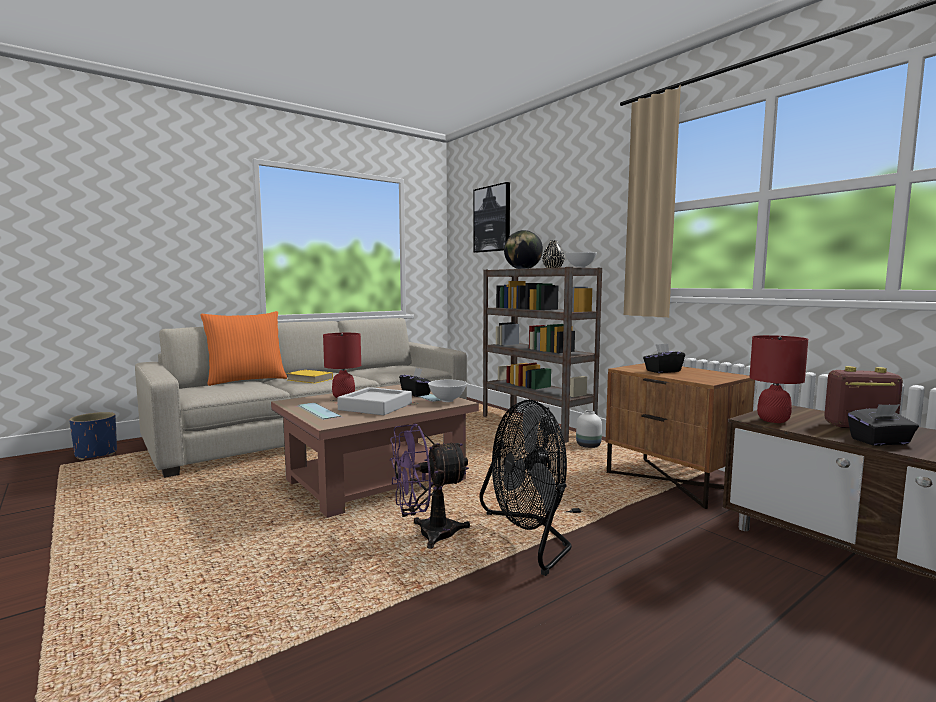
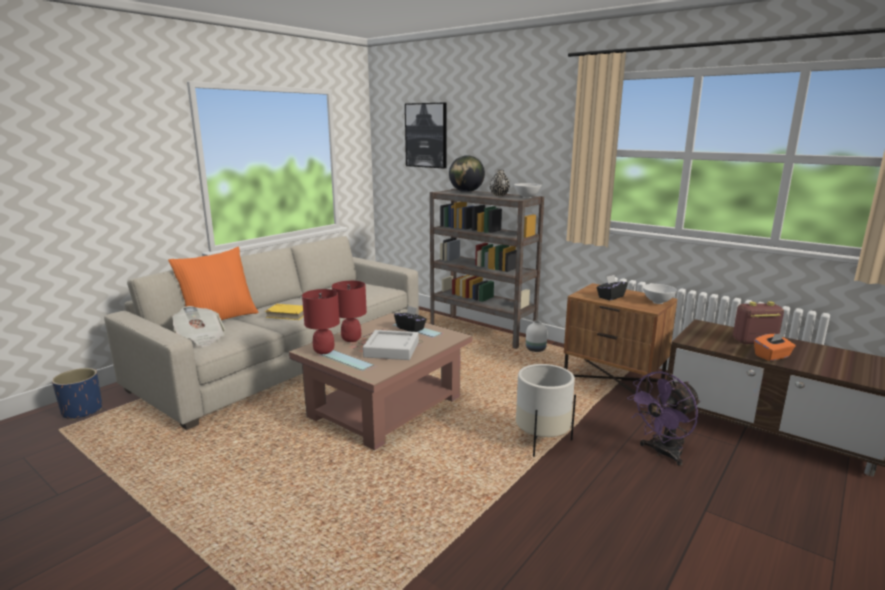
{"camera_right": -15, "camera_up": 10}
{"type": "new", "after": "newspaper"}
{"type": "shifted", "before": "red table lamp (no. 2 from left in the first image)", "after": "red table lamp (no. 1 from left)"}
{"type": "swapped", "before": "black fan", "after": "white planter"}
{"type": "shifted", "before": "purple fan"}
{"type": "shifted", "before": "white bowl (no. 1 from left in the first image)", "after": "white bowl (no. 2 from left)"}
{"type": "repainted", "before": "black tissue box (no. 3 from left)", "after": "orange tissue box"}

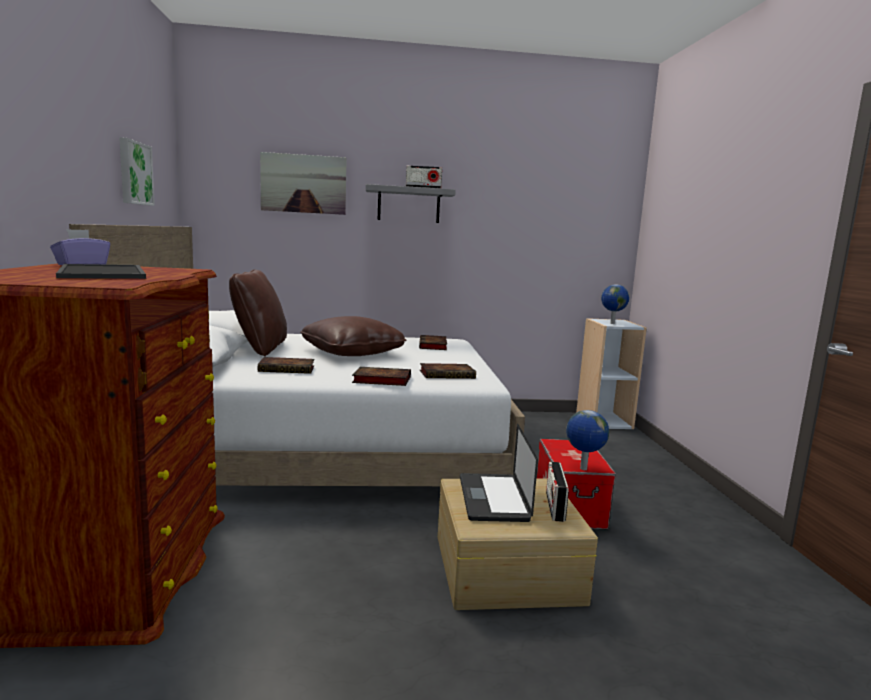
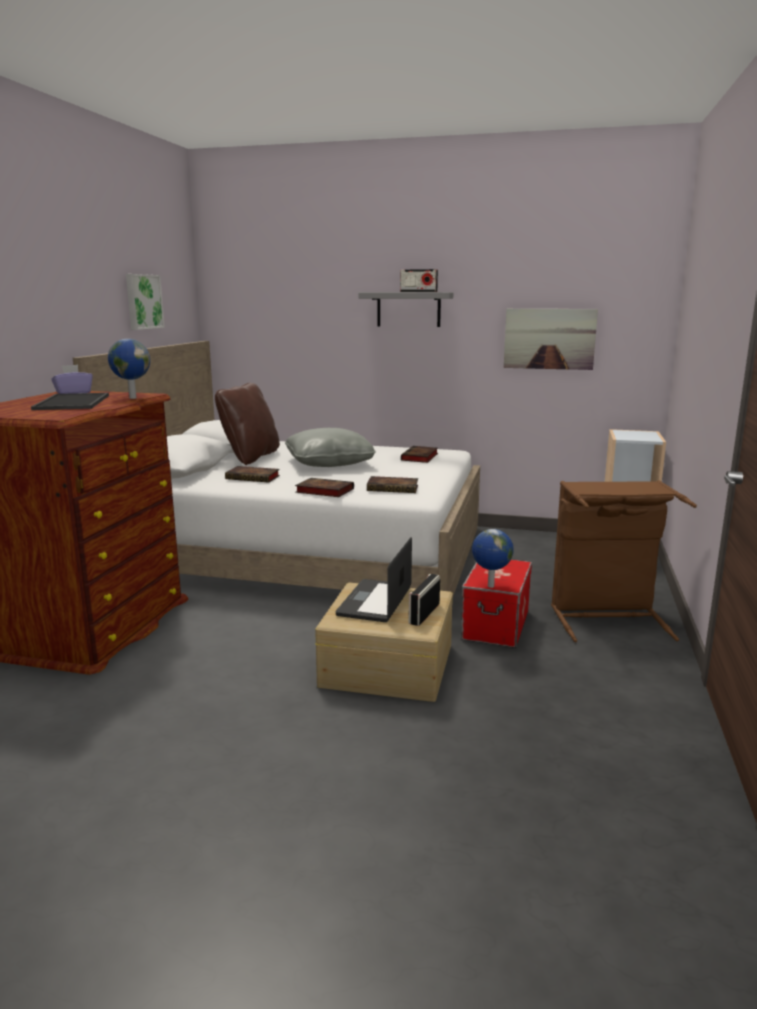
{"camera_right": 20, "camera_up": 5}
{"type": "shifted", "before": "globe (no. 2 from left in the first image)", "after": "globe (no. 1 from left)"}
{"type": "repainted", "before": "brown pillow (no. 2 from left)", "after": "grey pillow"}
{"type": "shifted", "before": "picture (no. 2 from left)"}
{"type": "new", "after": "brown laundry basket"}

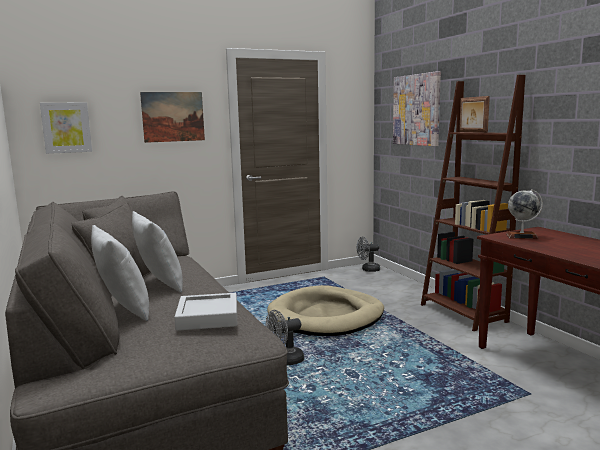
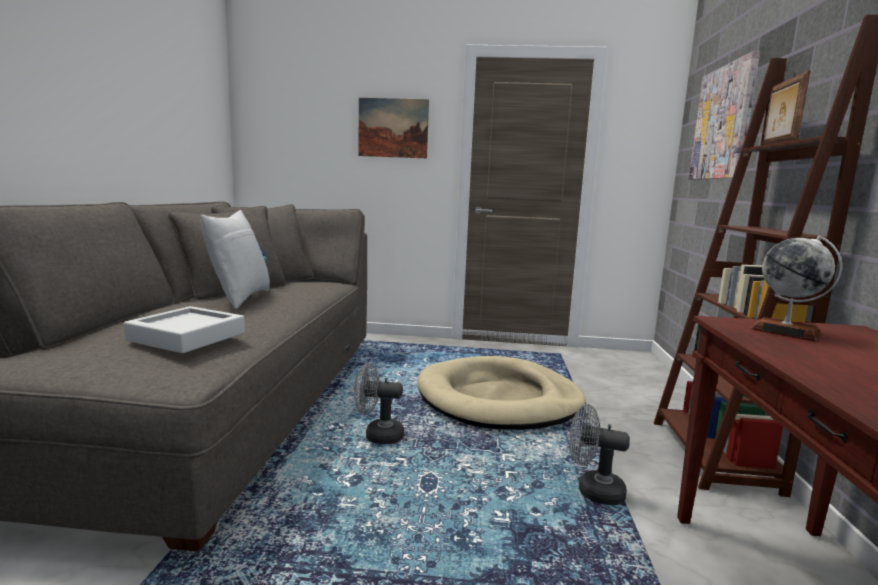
{"camera_right": 30, "camera_up": 0}
{"type": "shifted", "before": "grey fan (no. 2 from left)"}
{"type": "gone", "before": "picture (no. 1 from left)"}
{"type": "gone", "before": "grey pillow (no. 1 from left)"}

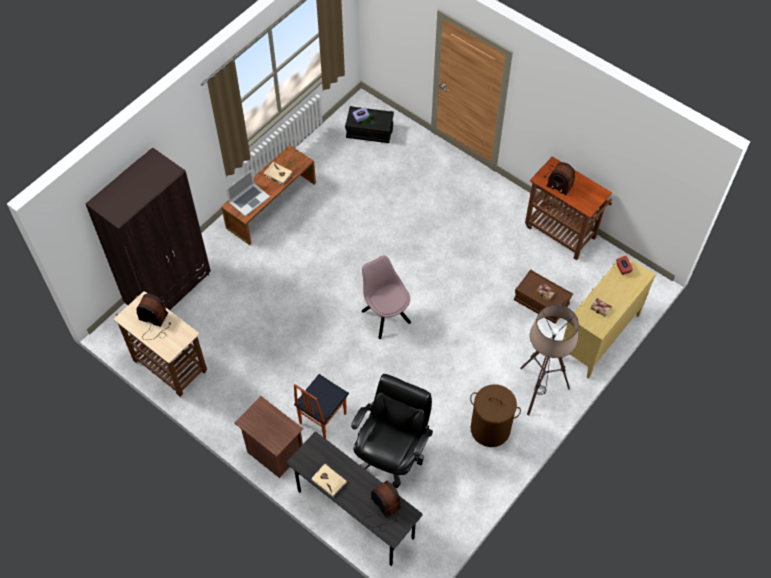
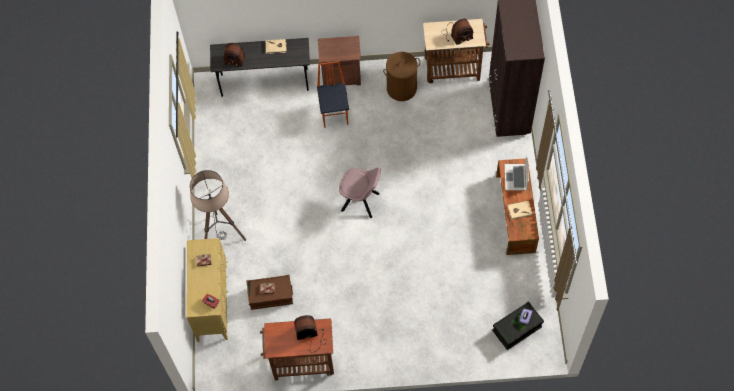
{"camera_right": 140, "camera_up": 5}
{"type": "shifted", "before": "brown laundry basket"}
{"type": "gone", "before": "black office chair"}

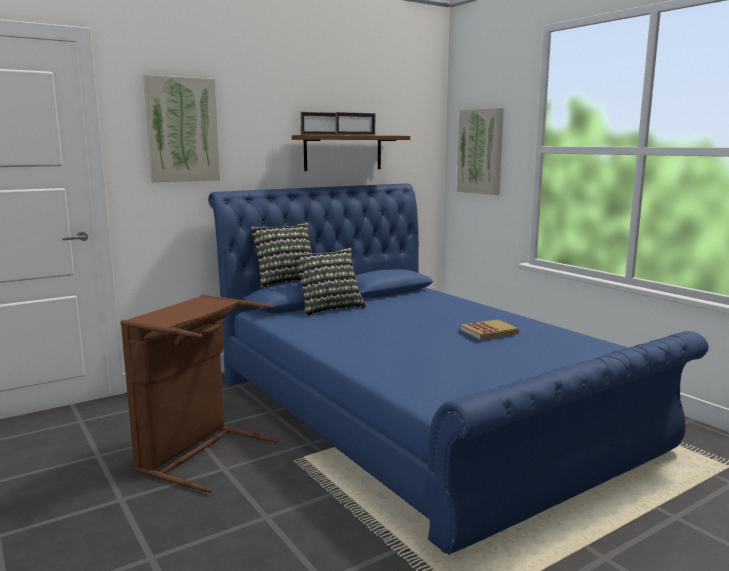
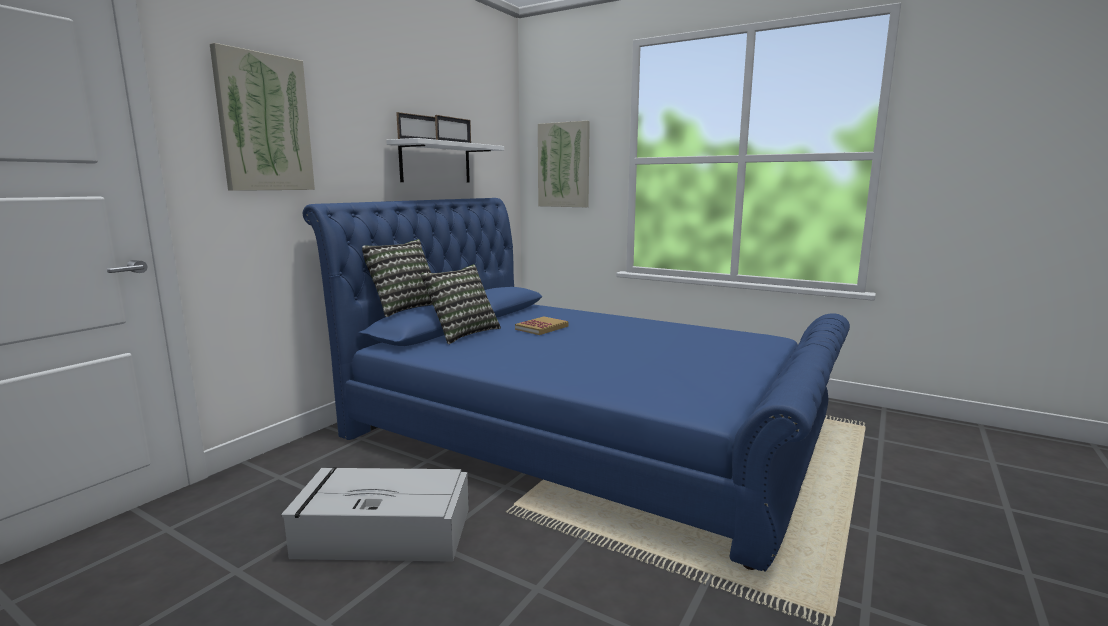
{"camera_right": -25, "camera_up": 0}
{"type": "swapped", "before": "brown laundry basket", "after": "grey storage box"}
{"type": "repainted", "before": "brown shelf", "after": "white shelf"}
{"type": "shifted", "before": "book"}

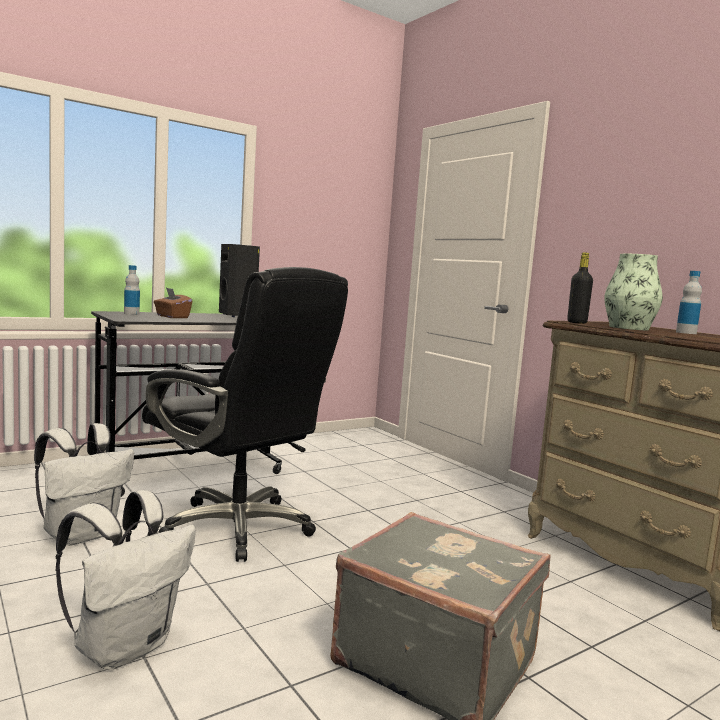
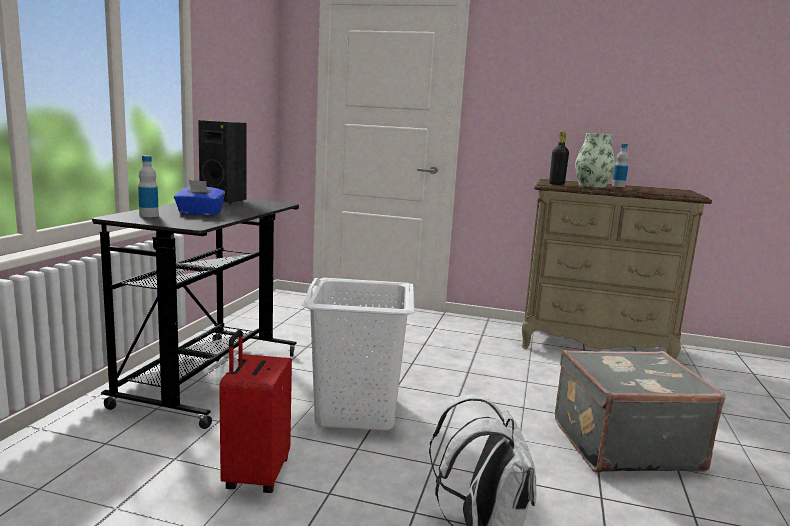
{"camera_right": -40, "camera_up": 5}
{"type": "repainted", "before": "brown tissue box", "after": "blue tissue box"}
{"type": "swapped", "before": "white backpack (no. 1 from left)", "after": "red suitcase"}
{"type": "swapped", "before": "black office chair", "after": "white laundry basket"}

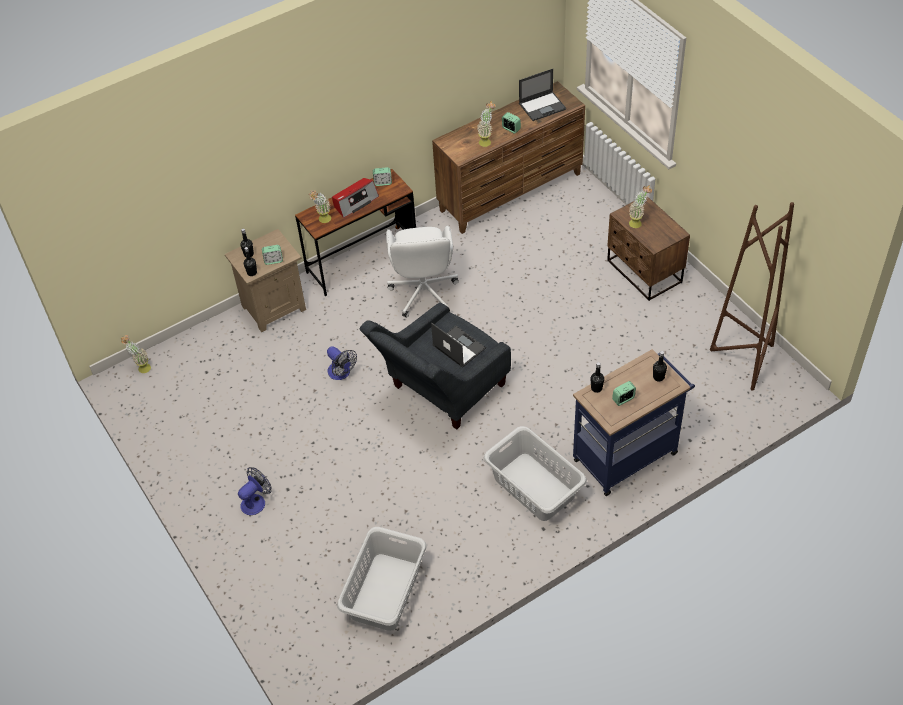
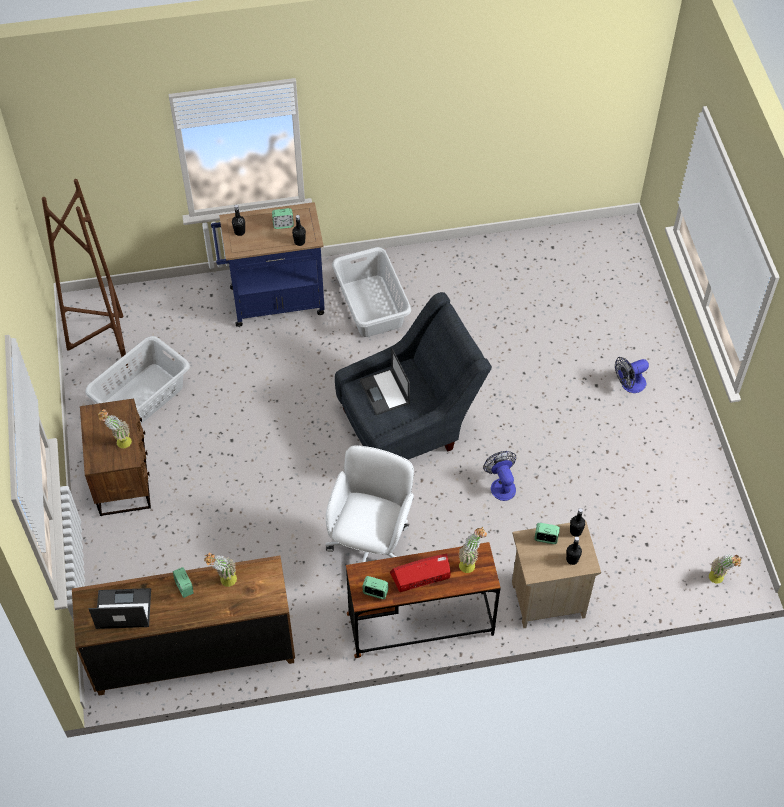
{"camera_right": -160, "camera_up": 5}
{"type": "shifted", "before": "grey laundry basket (no. 1 from left)"}

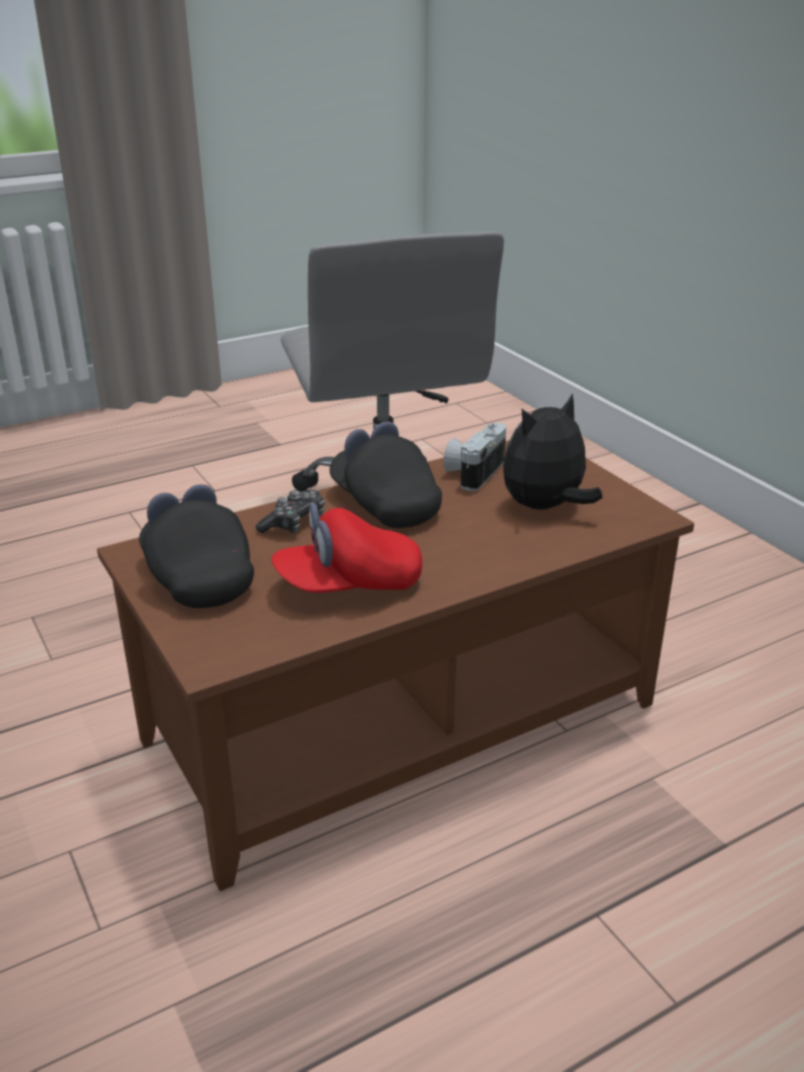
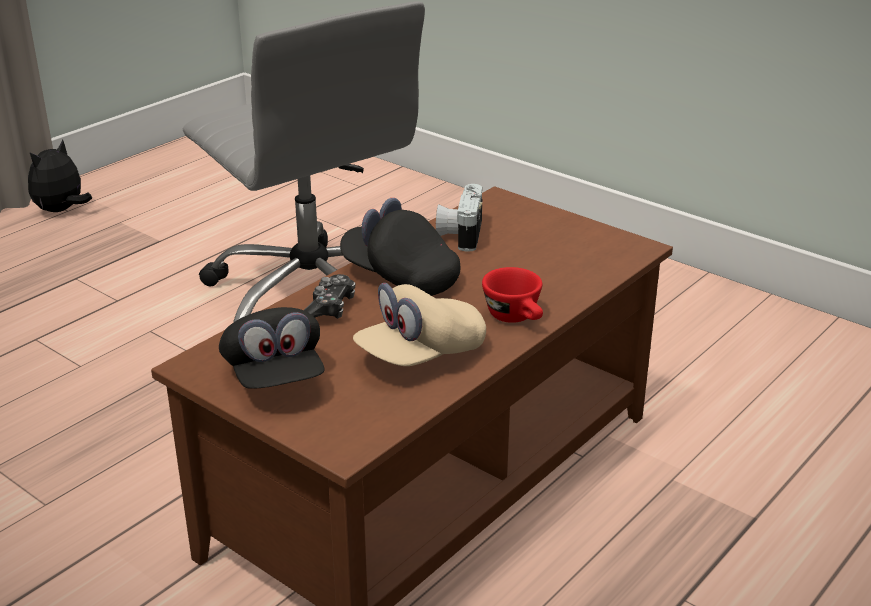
{"camera_right": -20, "camera_up": 0}
{"type": "shifted", "before": "plush toy"}
{"type": "rotated", "before": "black cap (no. 1 from left)", "turn": -150}
{"type": "repainted", "before": "red cap", "after": "beige cap"}
{"type": "new", "after": "red cup"}

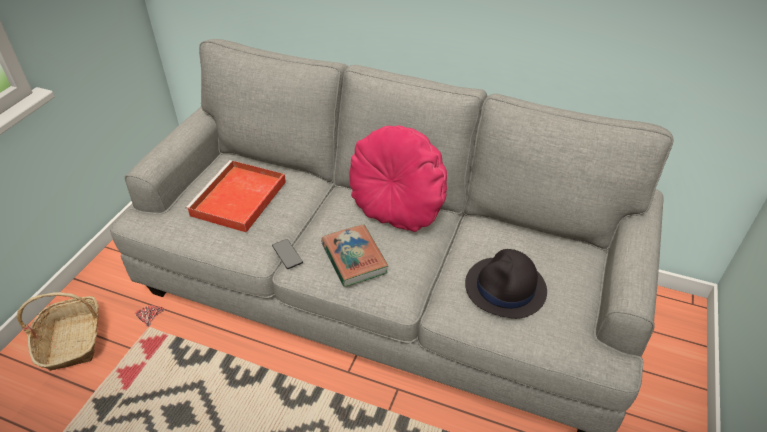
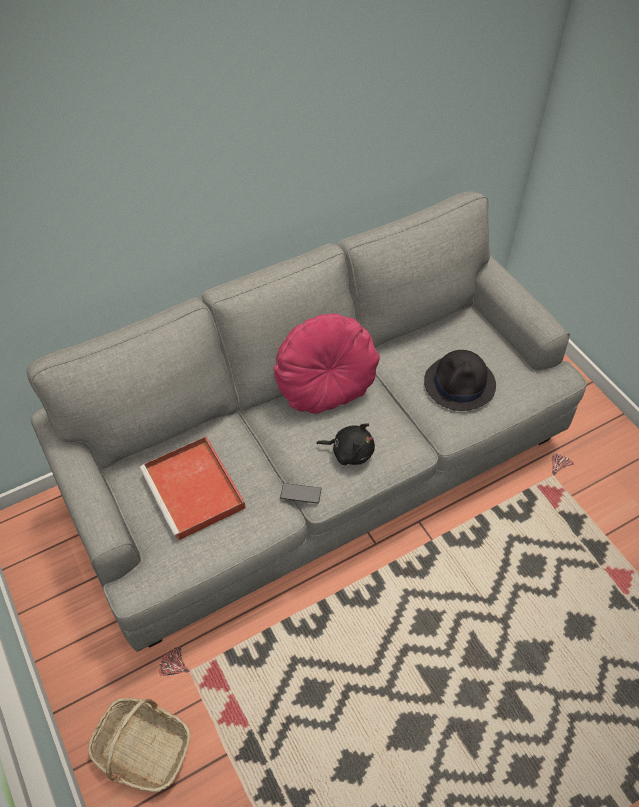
{"camera_right": -50, "camera_up": 10}
{"type": "swapped", "before": "book", "after": "black plush toy"}

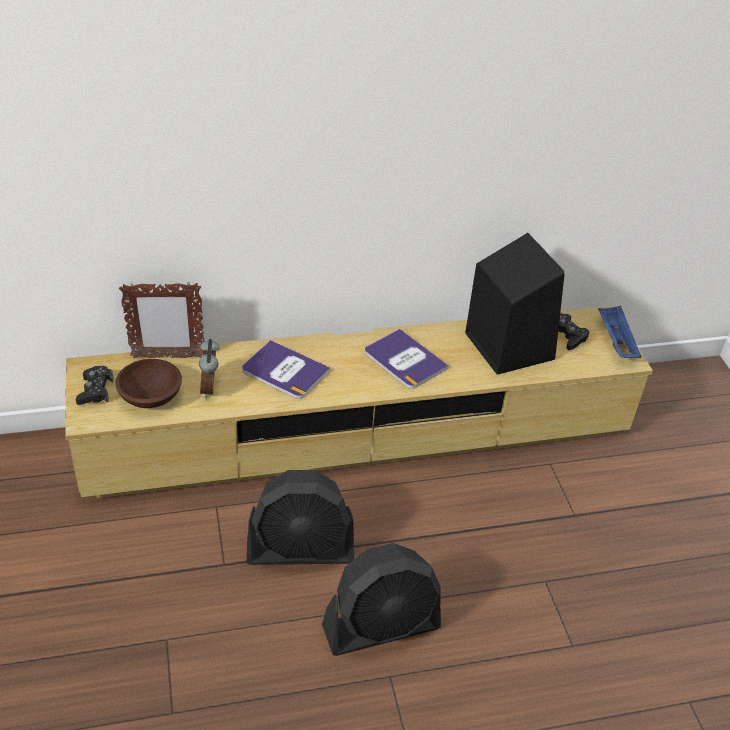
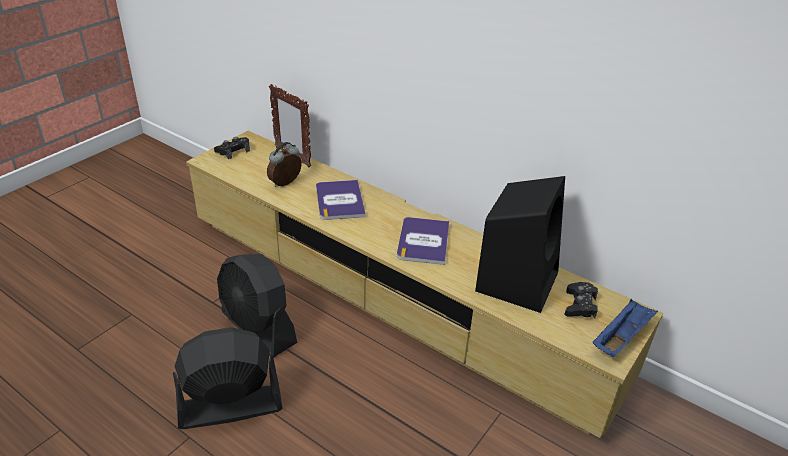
{"camera_right": 50, "camera_up": -5}
{"type": "rotated", "before": "black fan (no. 2 from left in the first image)", "turn": 135}
{"type": "gone", "before": "brown bowl"}

